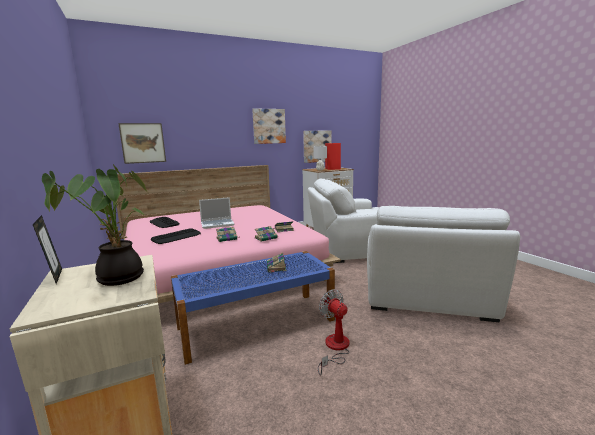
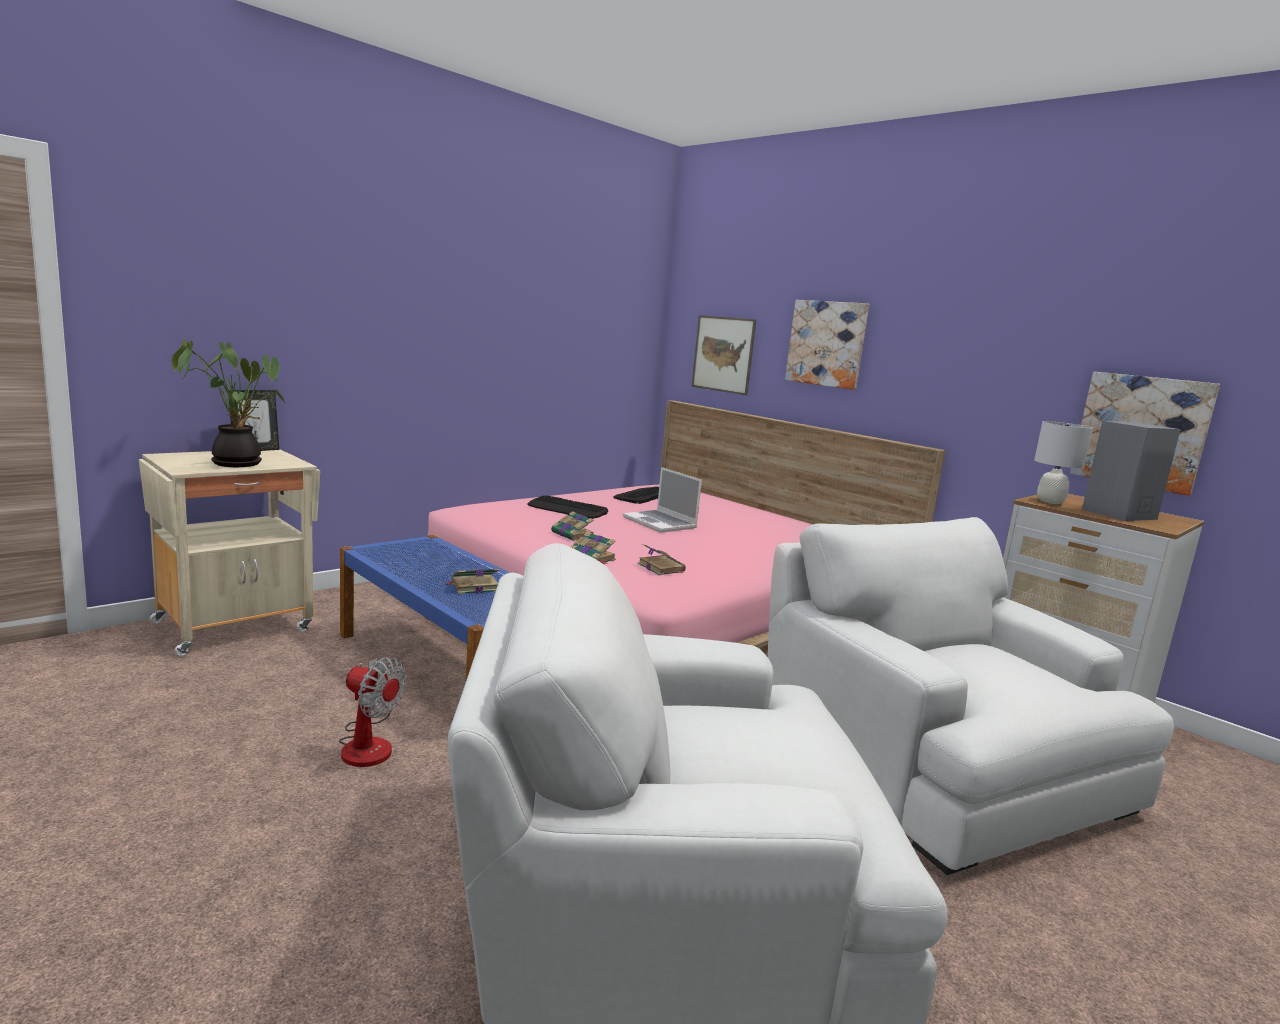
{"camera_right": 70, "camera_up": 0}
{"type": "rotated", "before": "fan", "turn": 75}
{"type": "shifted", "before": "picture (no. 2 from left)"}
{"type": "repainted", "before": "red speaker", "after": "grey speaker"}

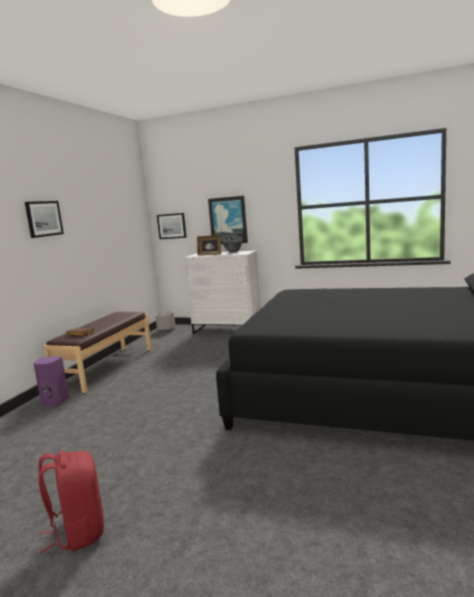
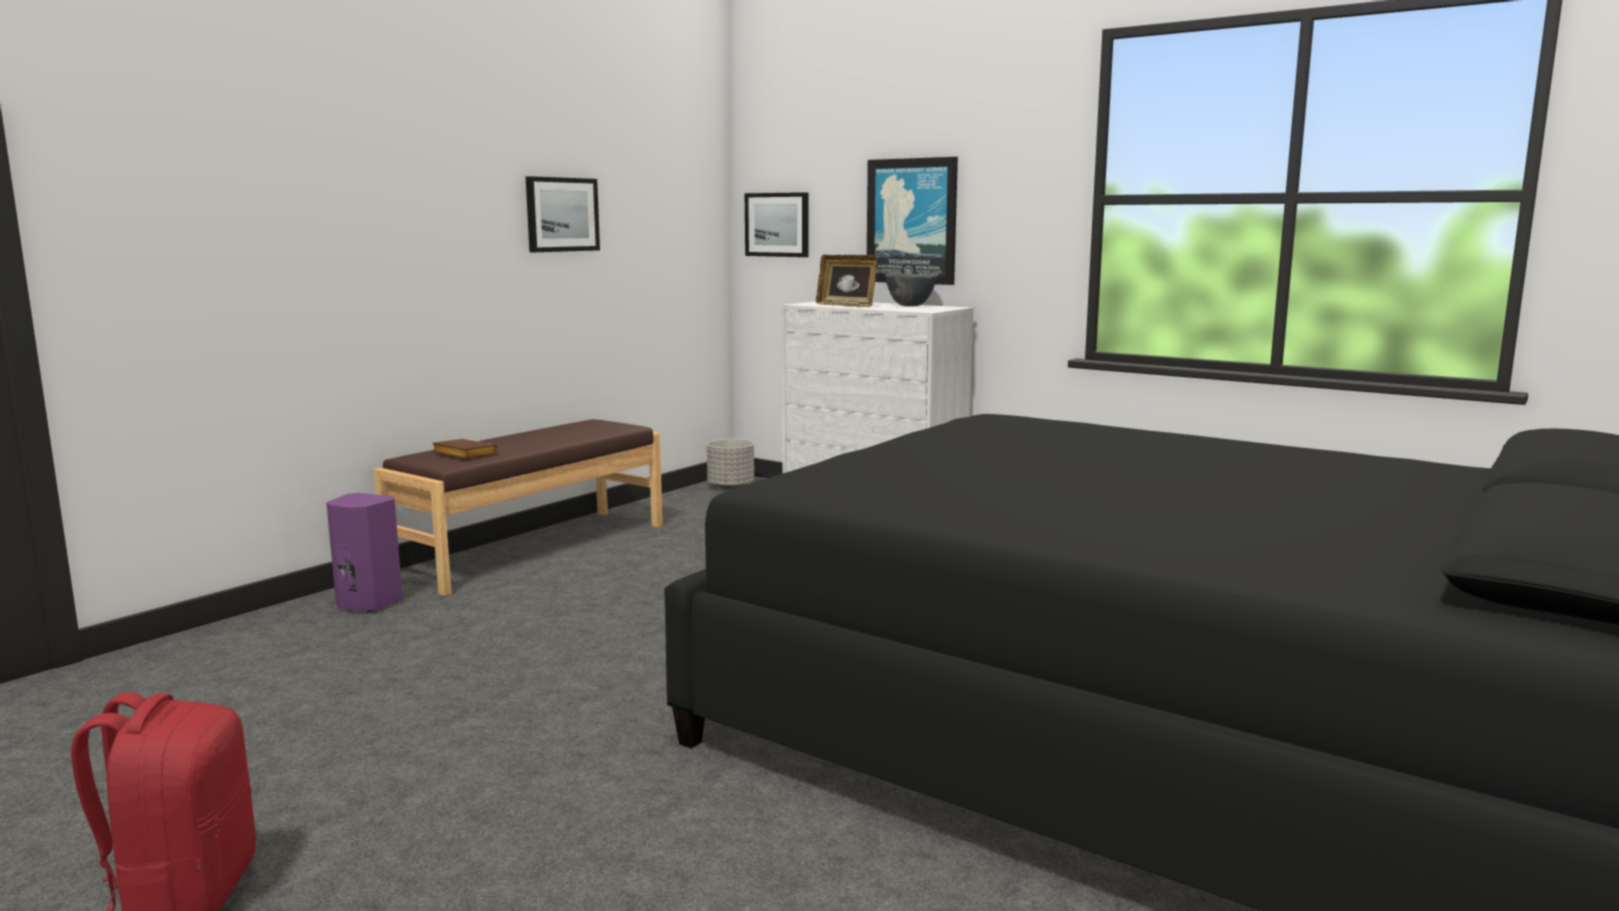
{"camera_right": 15, "camera_up": 0}
{"type": "shifted", "before": "picture (no. 1 from left)"}

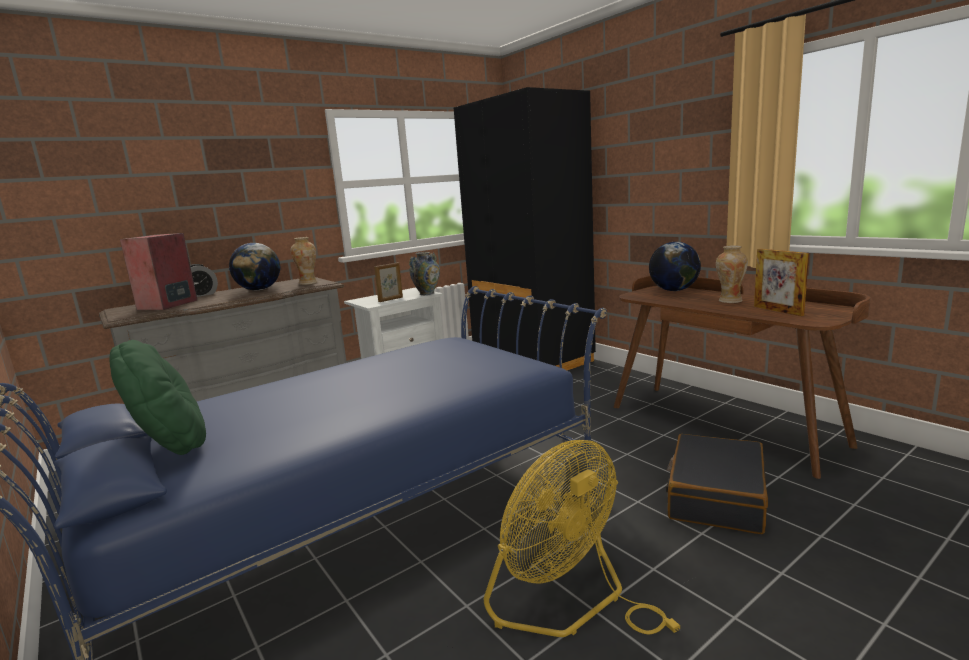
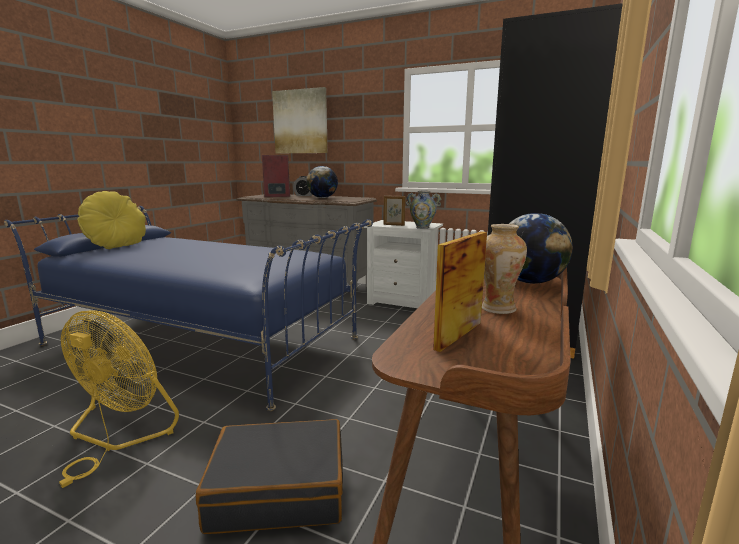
{"camera_right": 60, "camera_up": 0}
{"type": "repainted", "before": "green pillow", "after": "yellow pillow"}
{"type": "new", "after": "picture"}
{"type": "gone", "before": "vase (no. 1 from left)"}

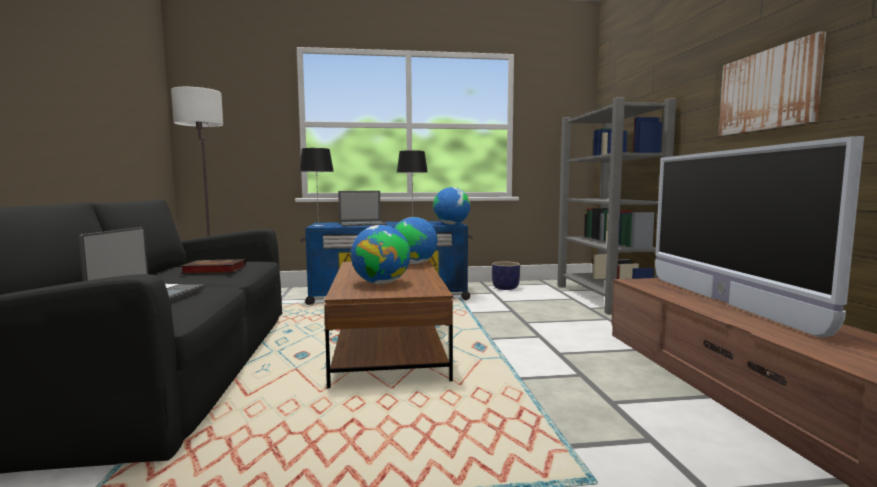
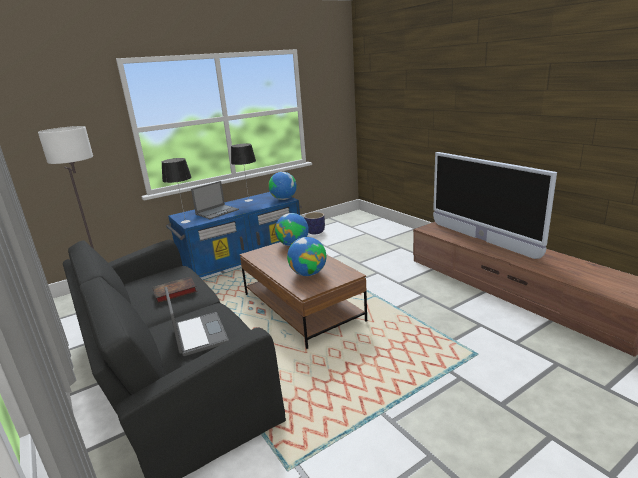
{"camera_right": -25, "camera_up": 15}
{"type": "gone", "before": "grey bookcase"}
{"type": "gone", "before": "picture"}

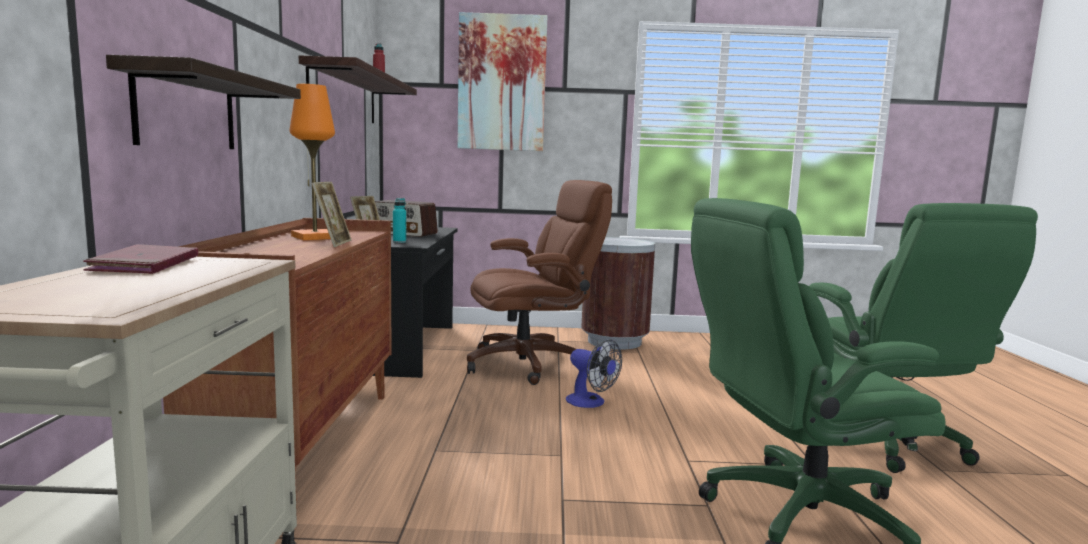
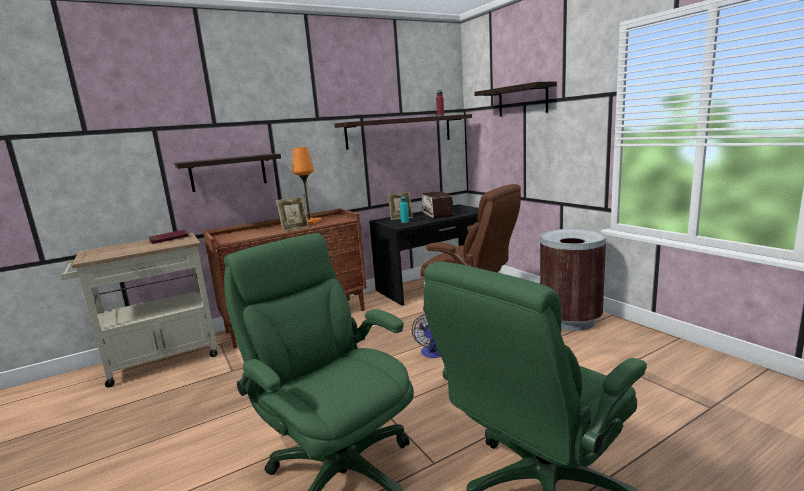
{"camera_right": 60, "camera_up": 5}
{"type": "swapped", "before": "picture", "after": "shelf (no. 3 from left)"}

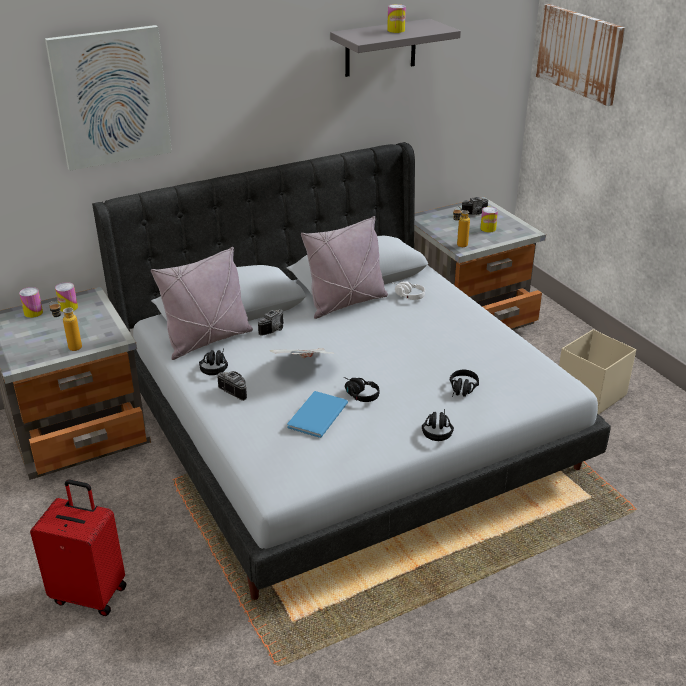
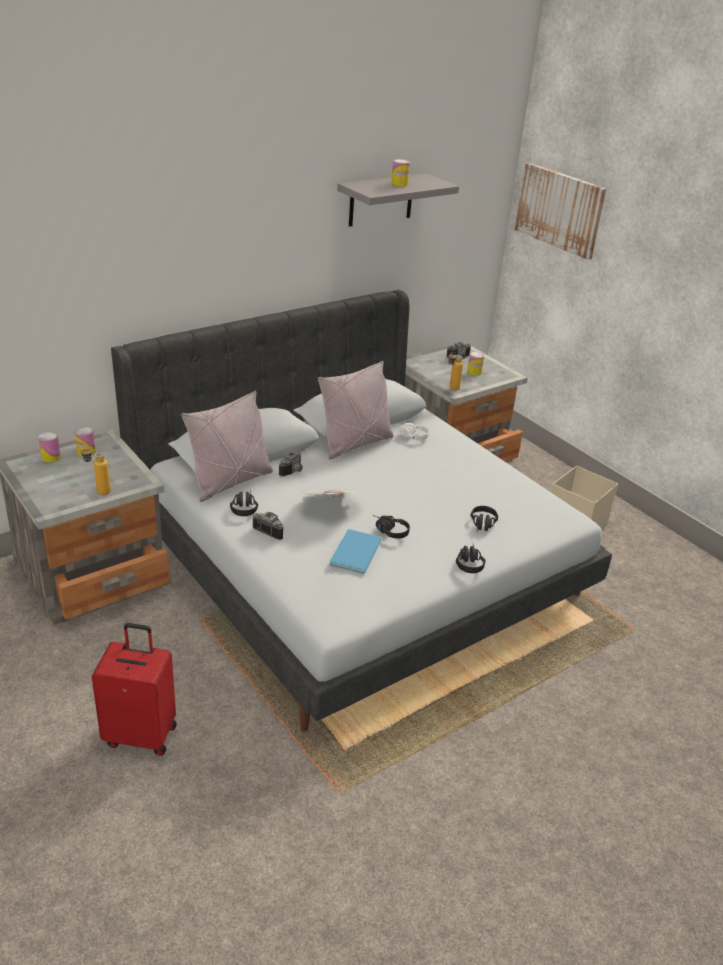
{"camera_right": -10, "camera_up": 0}
{"type": "gone", "before": "picture (no. 1 from left)"}

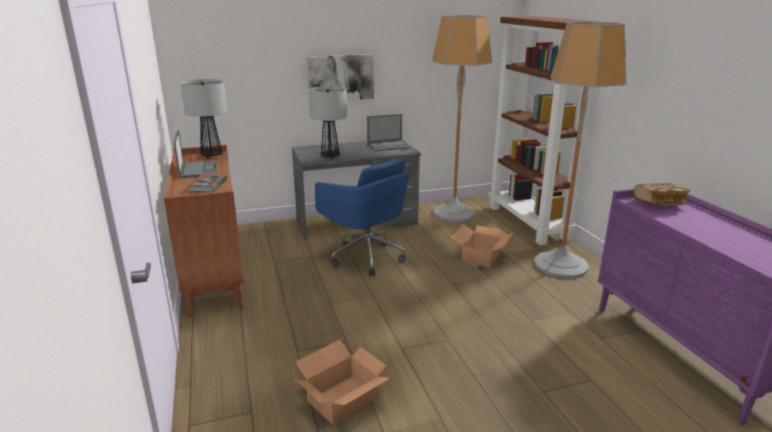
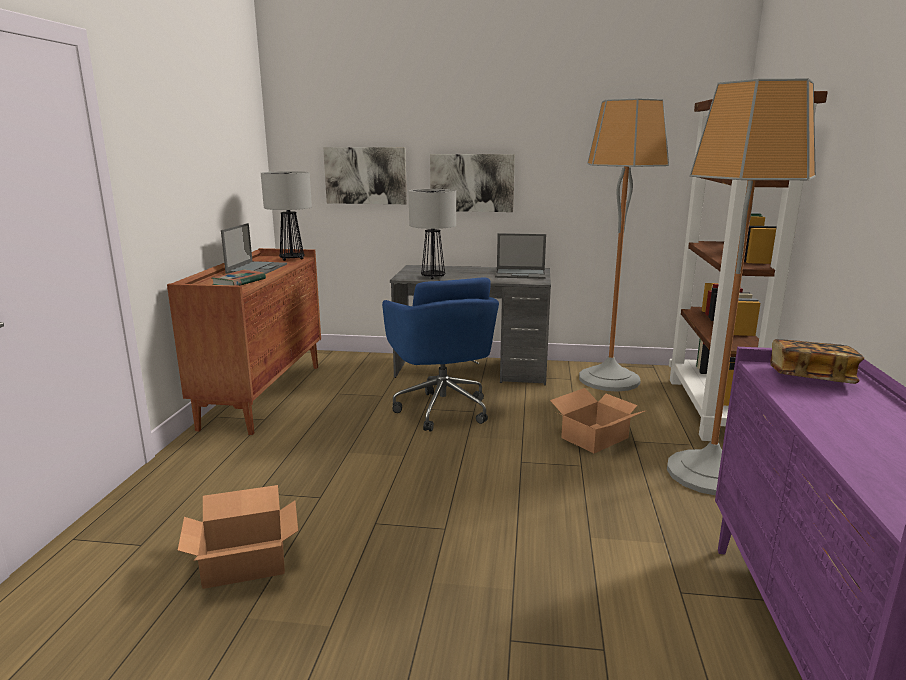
{"camera_right": 25, "camera_up": -5}
{"type": "new", "after": "picture (no. 1 from left)"}

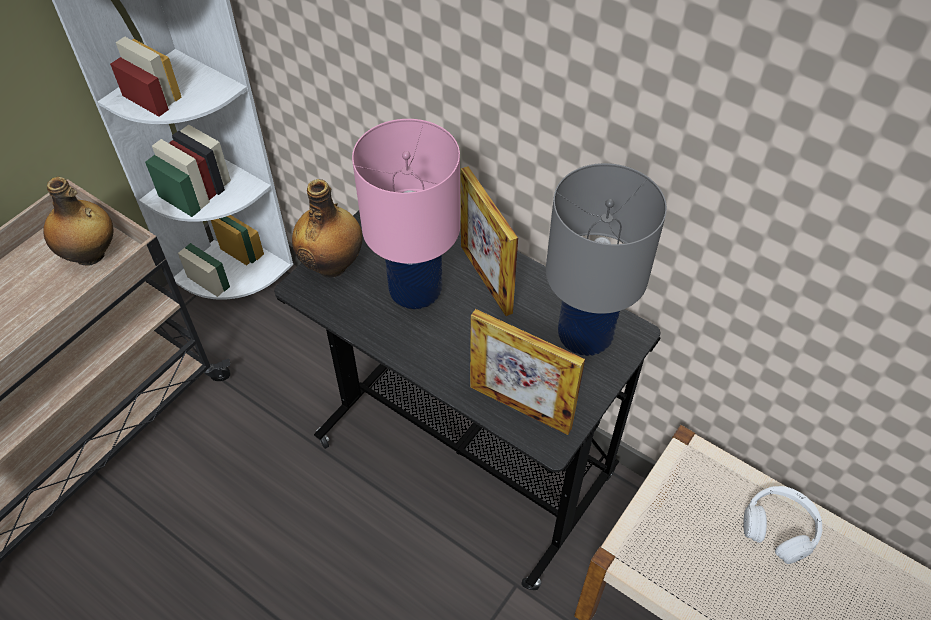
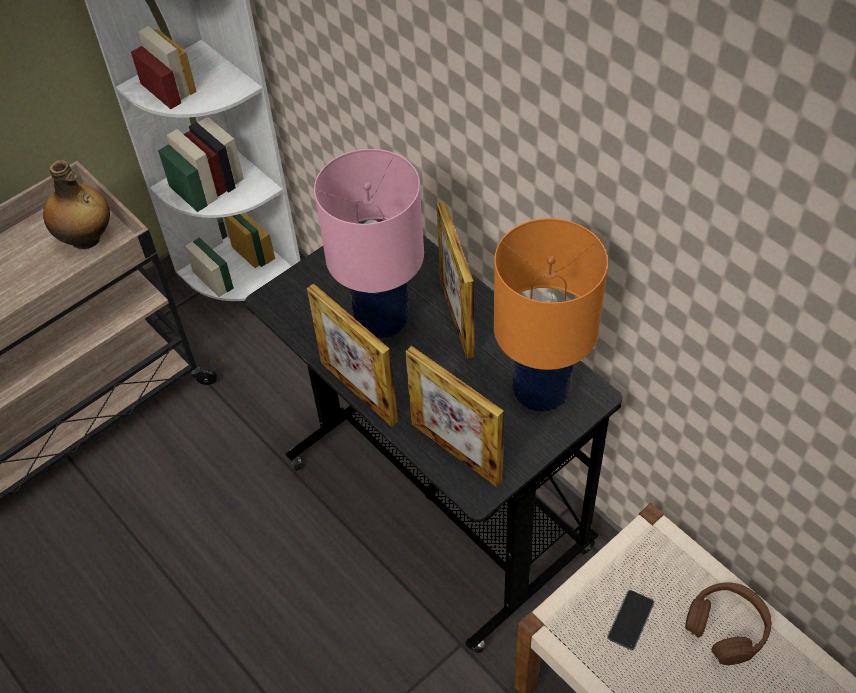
{"camera_right": 15, "camera_up": 0}
{"type": "new", "after": "picture frame (no. 1 from left)"}
{"type": "repainted", "before": "grey table lamp", "after": "orange table lamp"}
{"type": "new", "after": "phone"}
{"type": "repainted", "before": "white headphones", "after": "brown headphones"}
{"type": "gone", "before": "bottle (no. 2 from left)"}

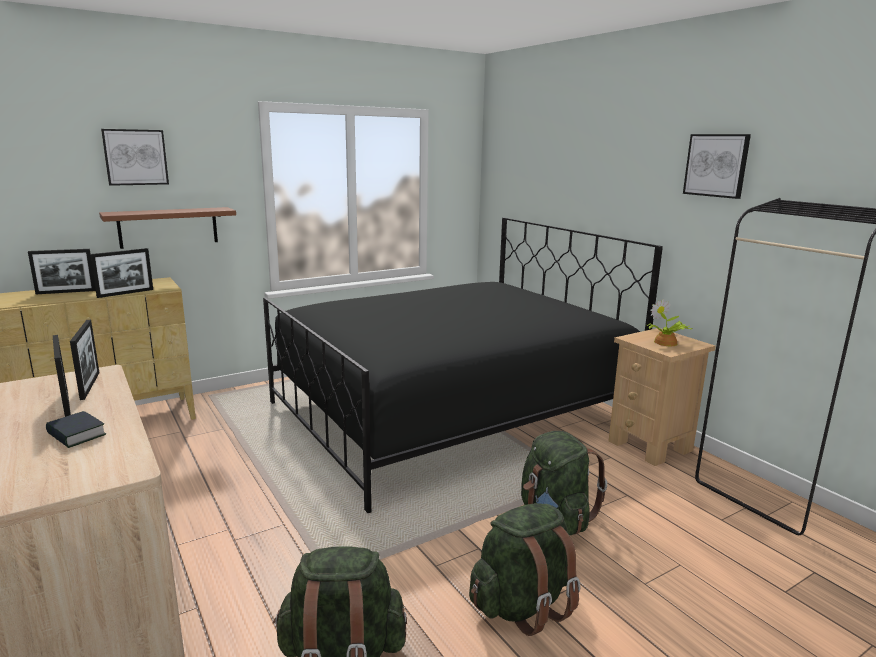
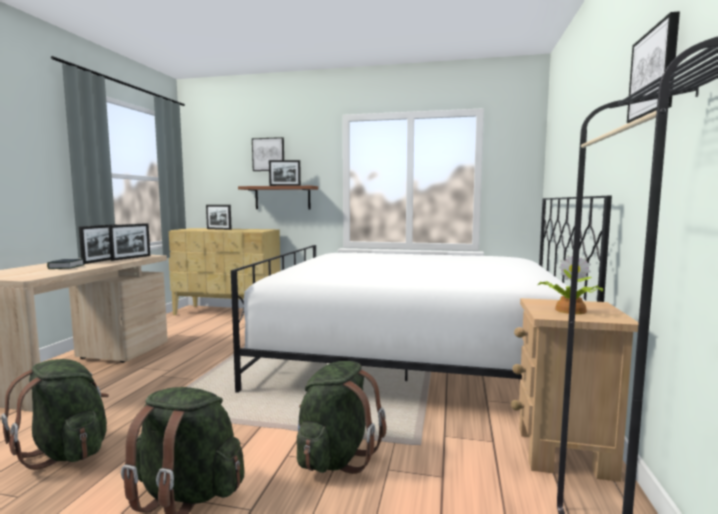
{"camera_right": 45, "camera_up": -10}
{"type": "repainted", "before": "black bed", "after": "white bed"}
{"type": "shifted", "before": "picture frame (no. 4 from left)"}

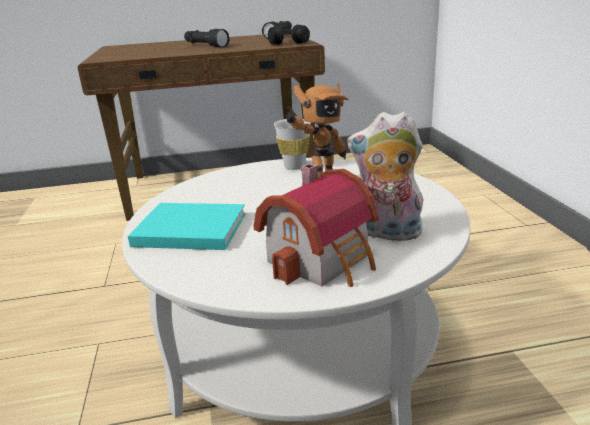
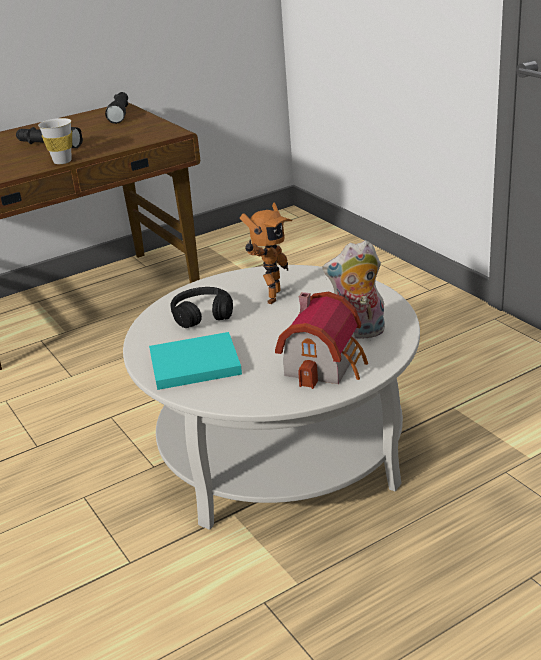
{"camera_right": -20, "camera_up": 5}
{"type": "shifted", "before": "white cup"}
{"type": "shifted", "before": "black headphones"}

